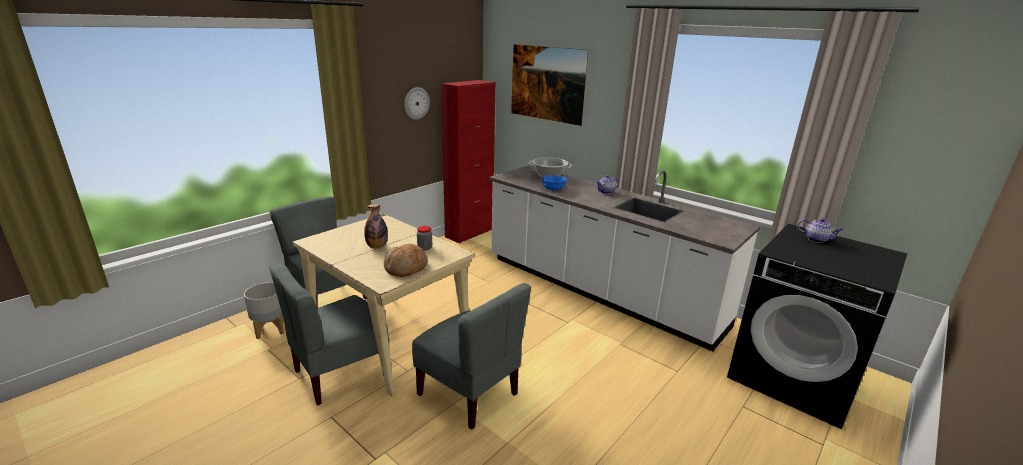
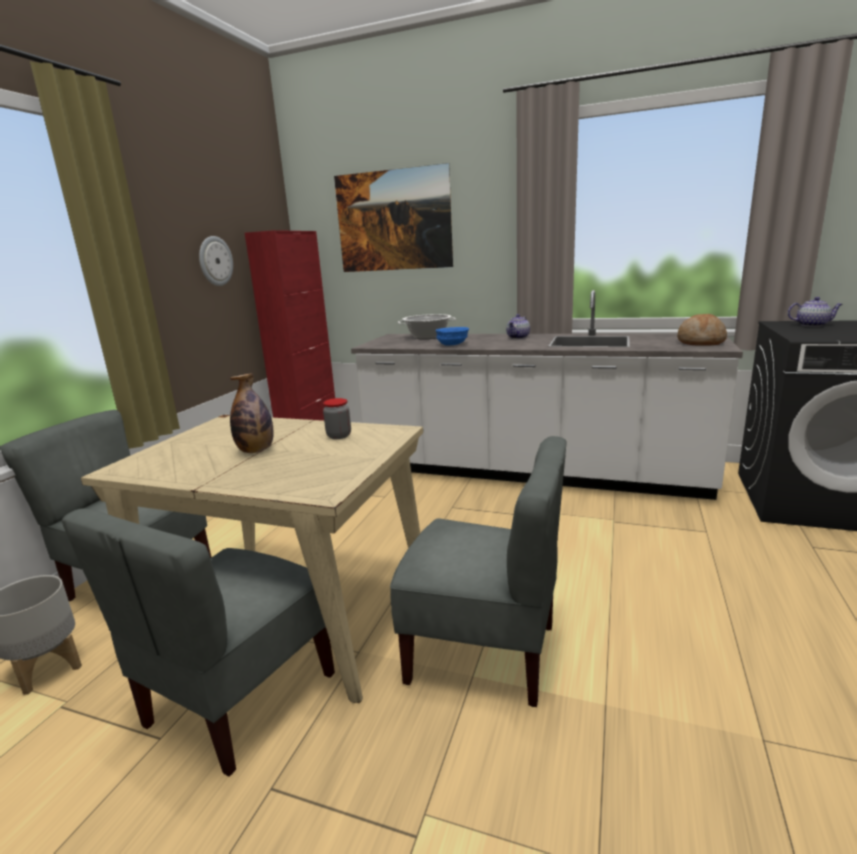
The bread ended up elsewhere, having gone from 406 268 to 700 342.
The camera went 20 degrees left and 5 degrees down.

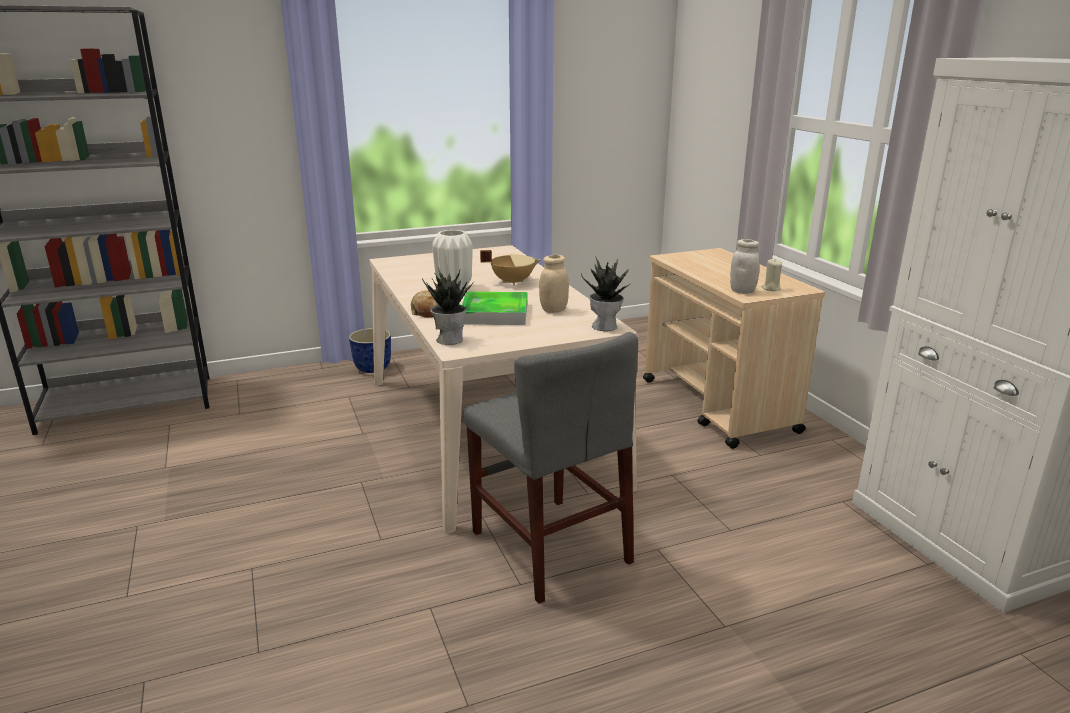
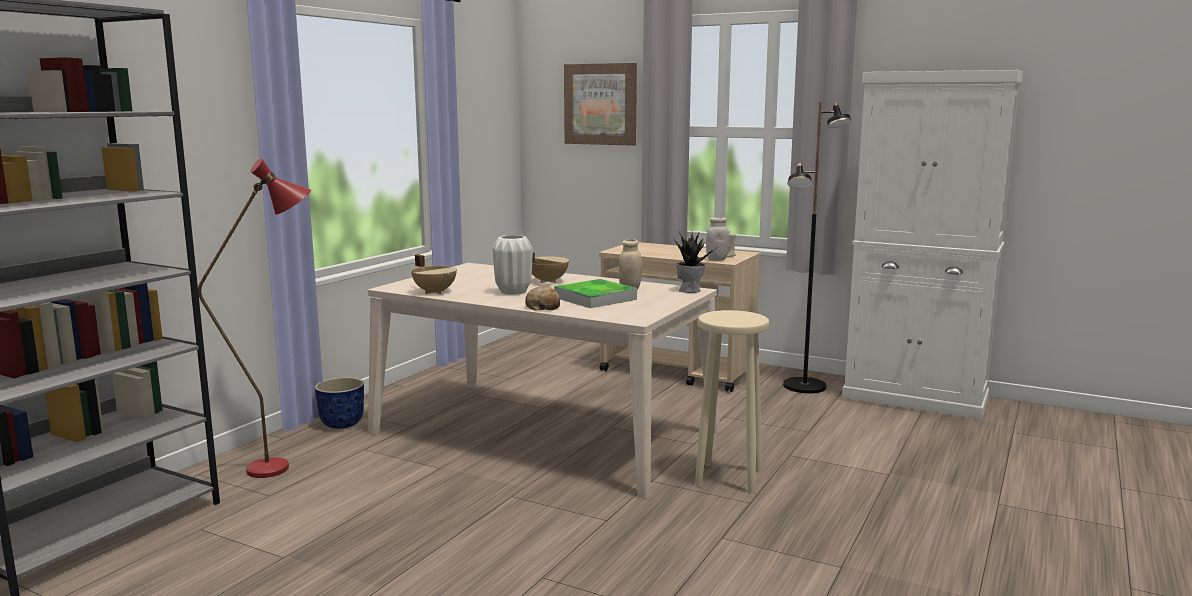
The second view lost the potted plant at 449 339.
Where the grey chair stood at 550 546, the beige stool came to stand at 728 478.
The second view gained the picture at 601 104.
The second view gained the black floor lamp at 805 387.
The second view gained the red floor lamp at 283 466.
The second view gained the beige cooking pot at 435 292.
The camera went 40 degrees left and 10 degrees down.

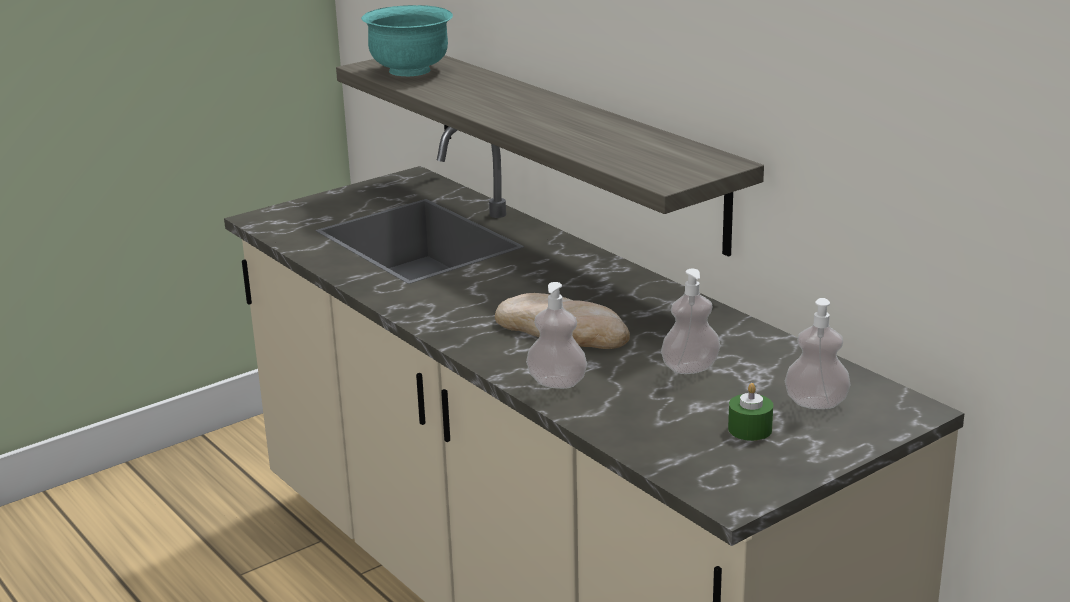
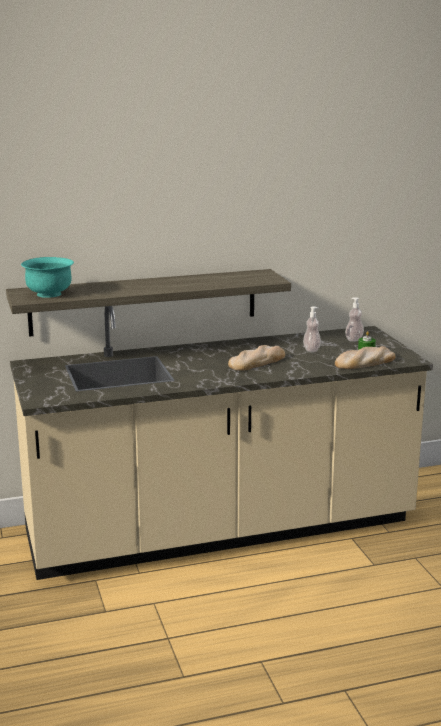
The second view lost the soap dispenser at 557 383.
The second view gained the bread at 365 362.
The camera went 70 degrees left and 5 degrees down.

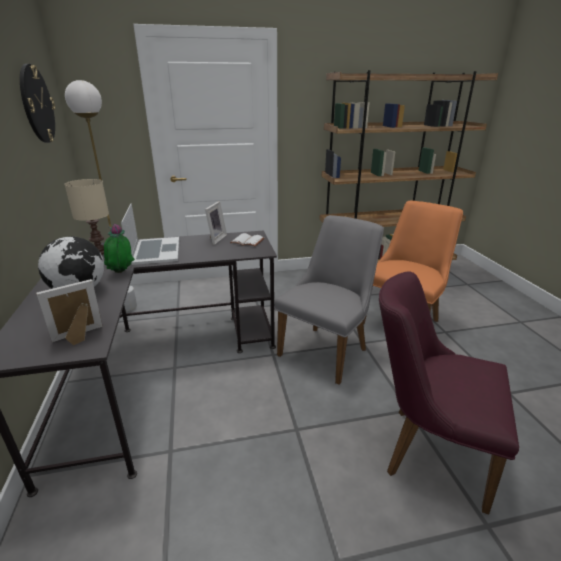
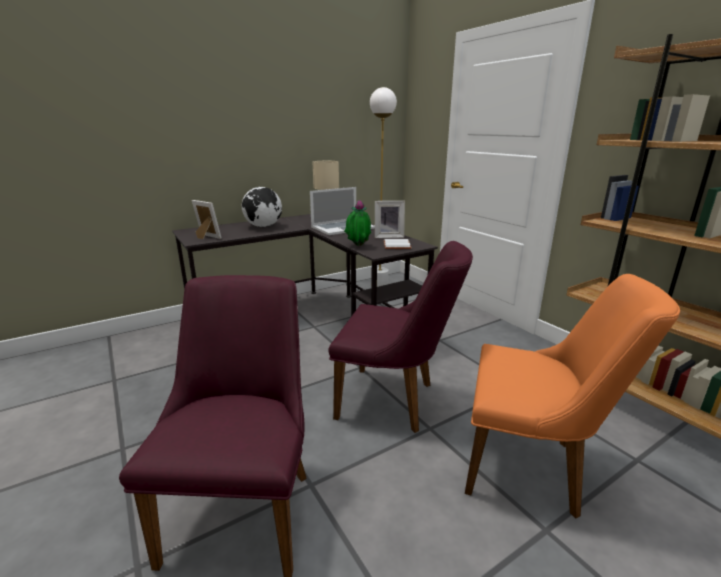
The second view lost the wall clock at 37 104.
What was the grey chair at 328 349 turned into the purple chair at 395 401.
The potted plant ended up elsewhere, having gone from 121 273 to 358 246.
The camera went 70 degrees right and 5 degrees down.

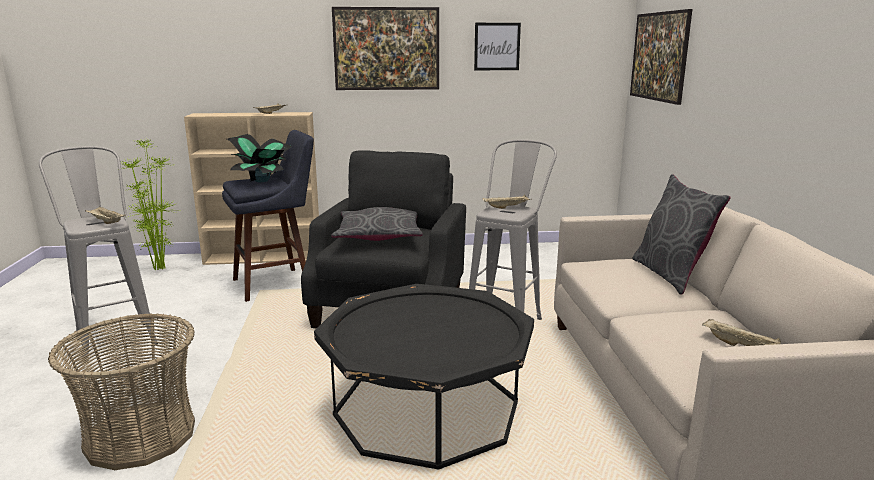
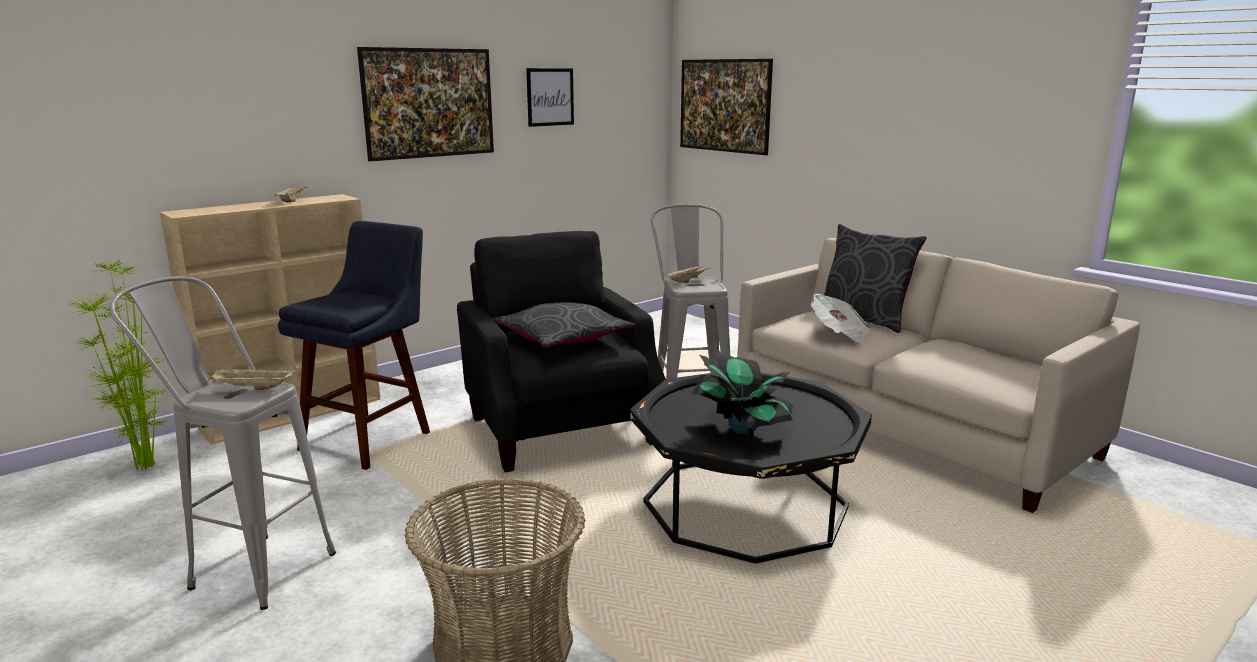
The potted plant ended up elsewhere, having gone from 262 180 to 742 429.
The second view lost the beige tray at 740 345.
The second view gained the newspaper at 840 334.
The camera went 35 degrees left and 0 degrees up.

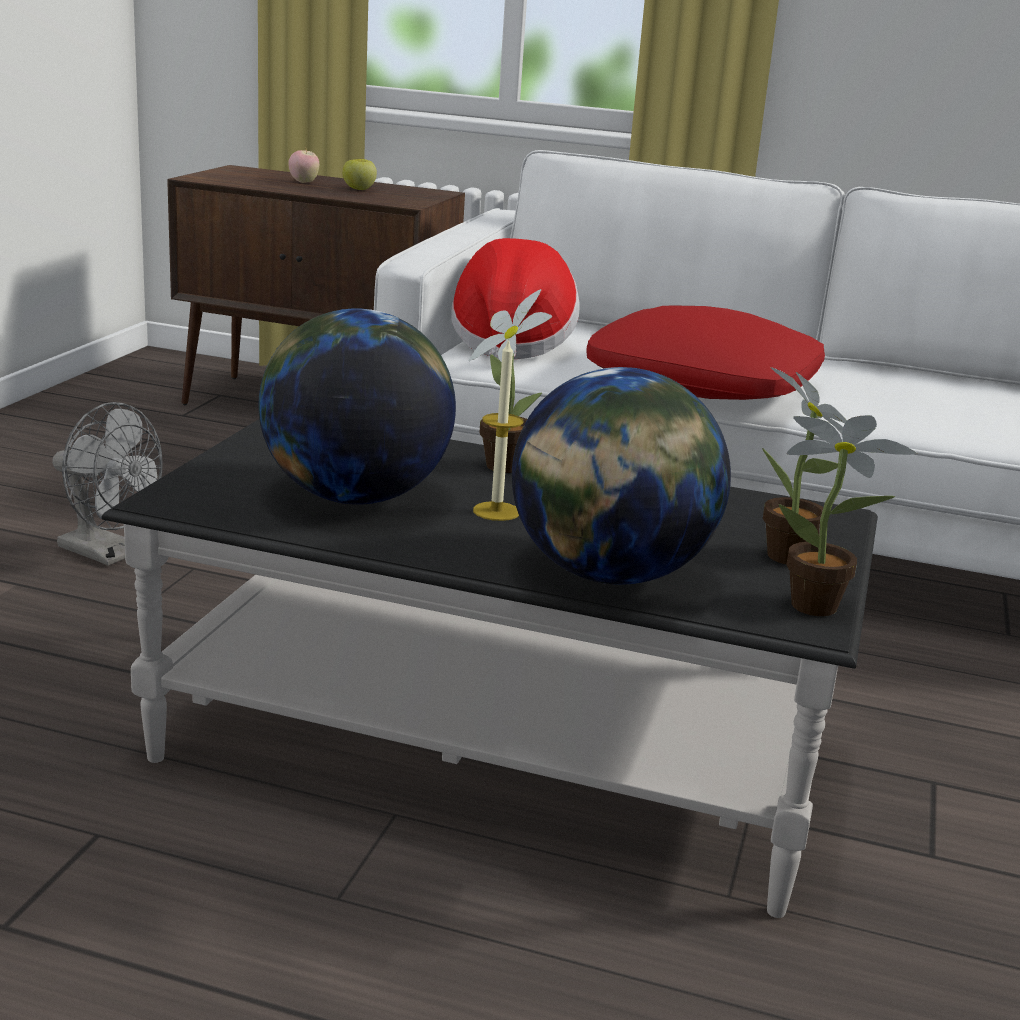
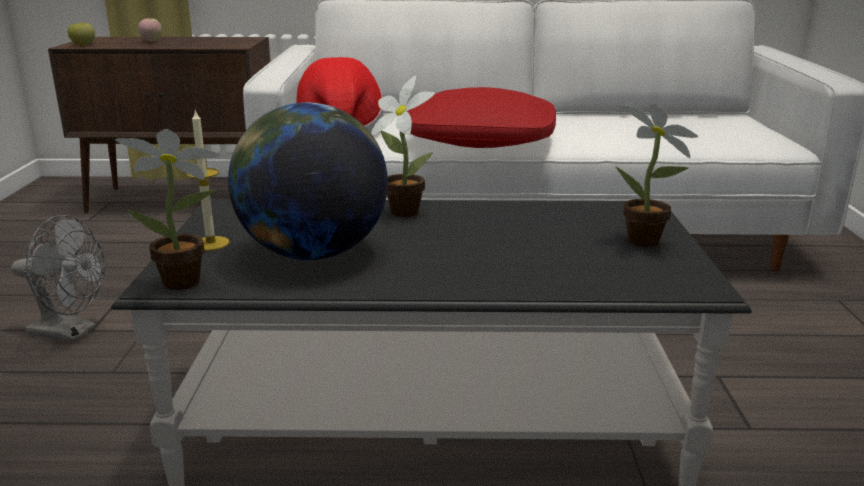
The apple ended up elsewhere, having gone from 359 189 to 83 45.
The candle ended up elsewhere, having gone from 496 511 to 210 243.
The second view lost the globe at 609 574.
The potted plant ended up elsewhere, having gone from 822 608 to 187 283.
The camera went 15 degrees left and 0 degrees up.

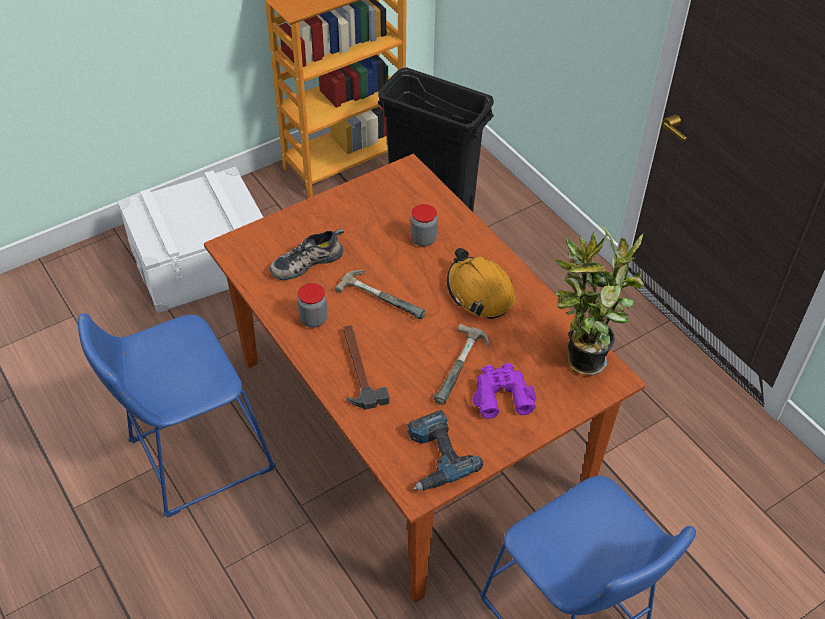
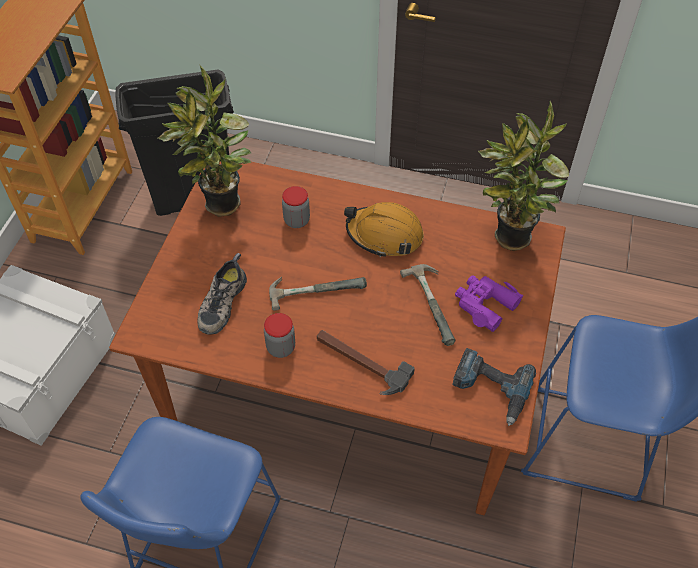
The second view gained the potted plant at 221 207.
The camera went 40 degrees left and 5 degrees up.

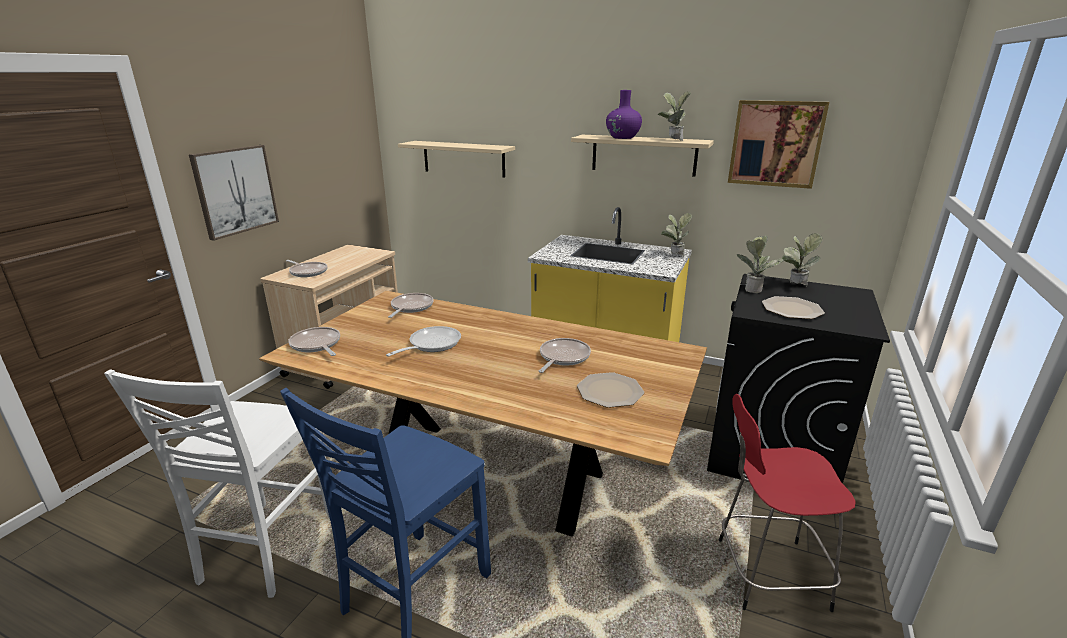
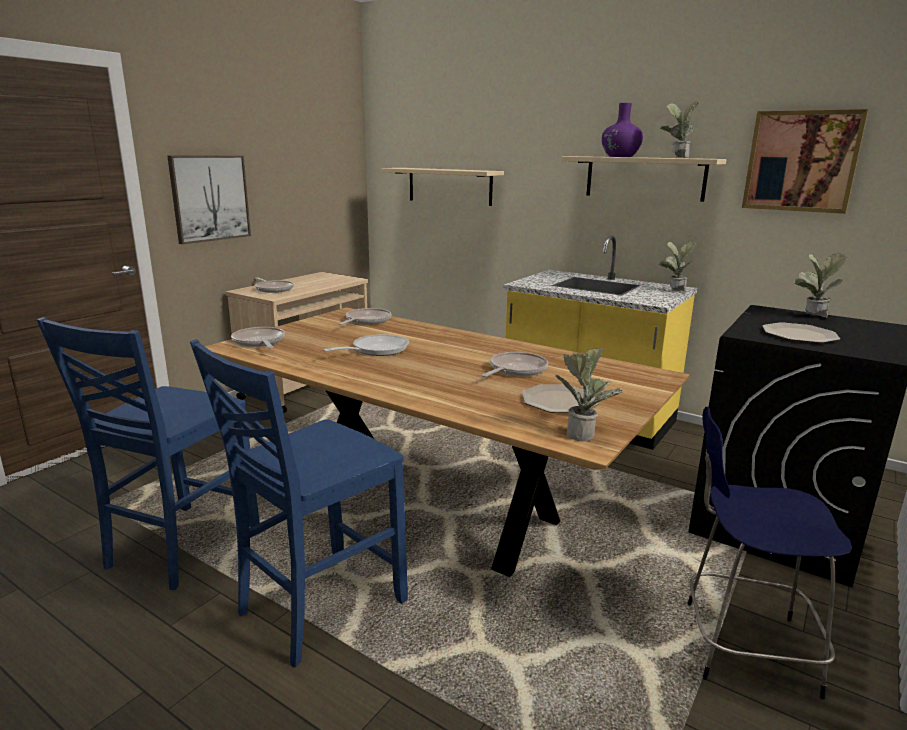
The potted plant ended up elsewhere, having gone from 753 288 to 583 433.
What was the white chair at 266 549 turned into the blue chair at 180 547.
What was the red stool at 767 573 turned into the blue stool at 743 646.
The camera went 10 degrees right and 5 degrees down.

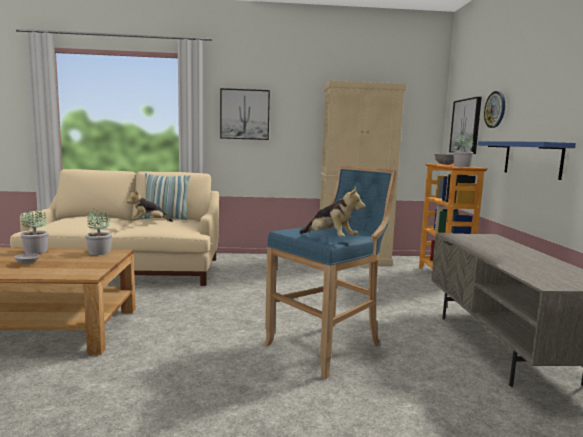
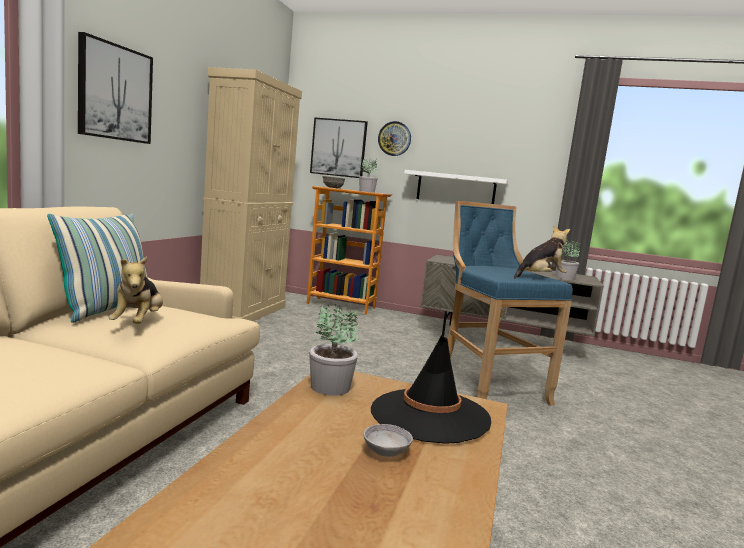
What was the blue shelf at 532 159 turned into the white shelf at 456 189.
The potted plant ended up elsewhere, having gone from 36 251 to 564 278.
The second view gained the black hat at 429 415.
The camera went 70 degrees left and 0 degrees up.

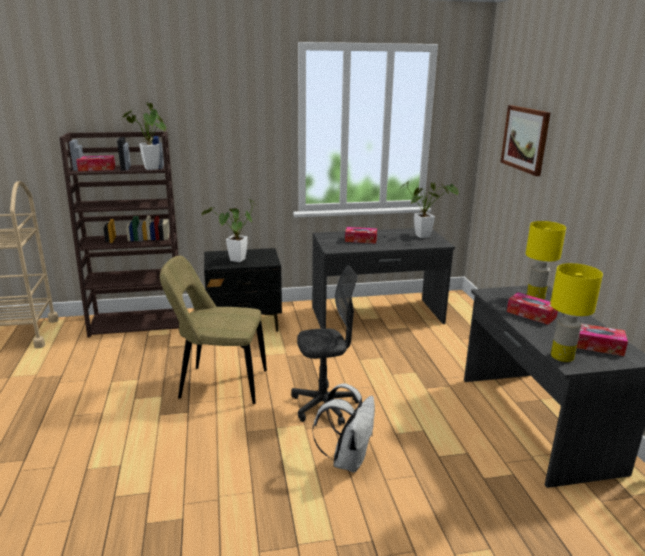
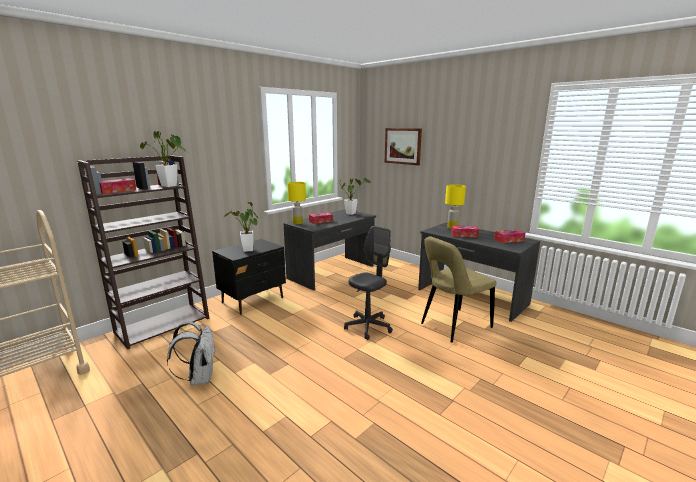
The beige chair ended up elsewhere, having gone from 219 384 to 453 326.
The yellow table lamp ended up elsewhere, having gone from 561 356 to 297 223.
The white backpack ended up elsewhere, having gone from 347 459 to 199 378.
The camera went 35 degrees left and 5 degrees down.

